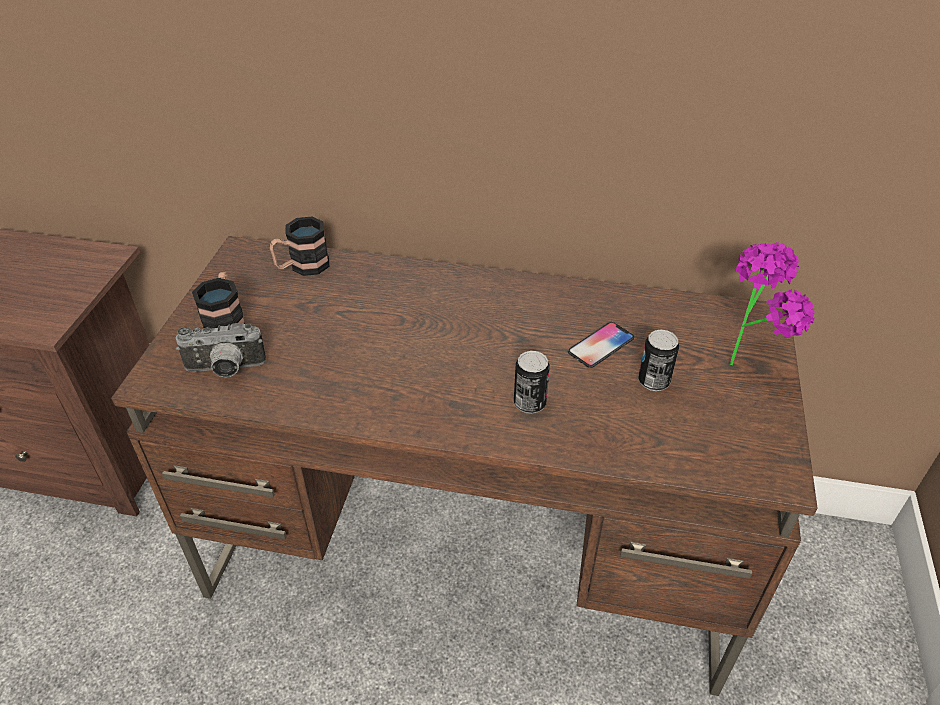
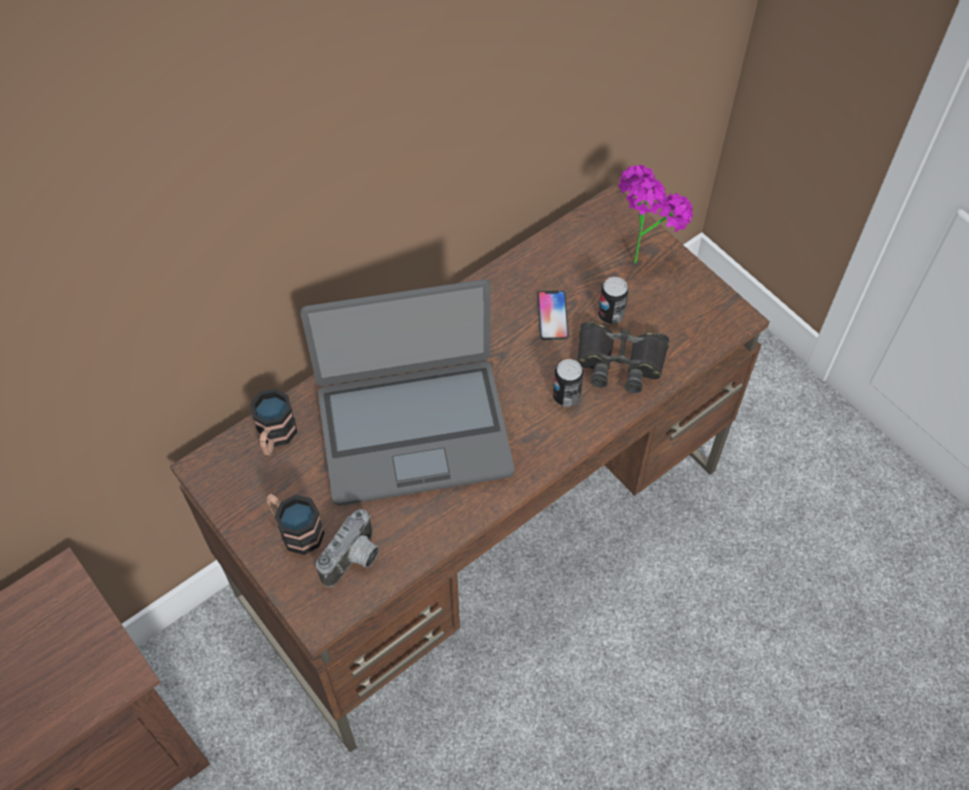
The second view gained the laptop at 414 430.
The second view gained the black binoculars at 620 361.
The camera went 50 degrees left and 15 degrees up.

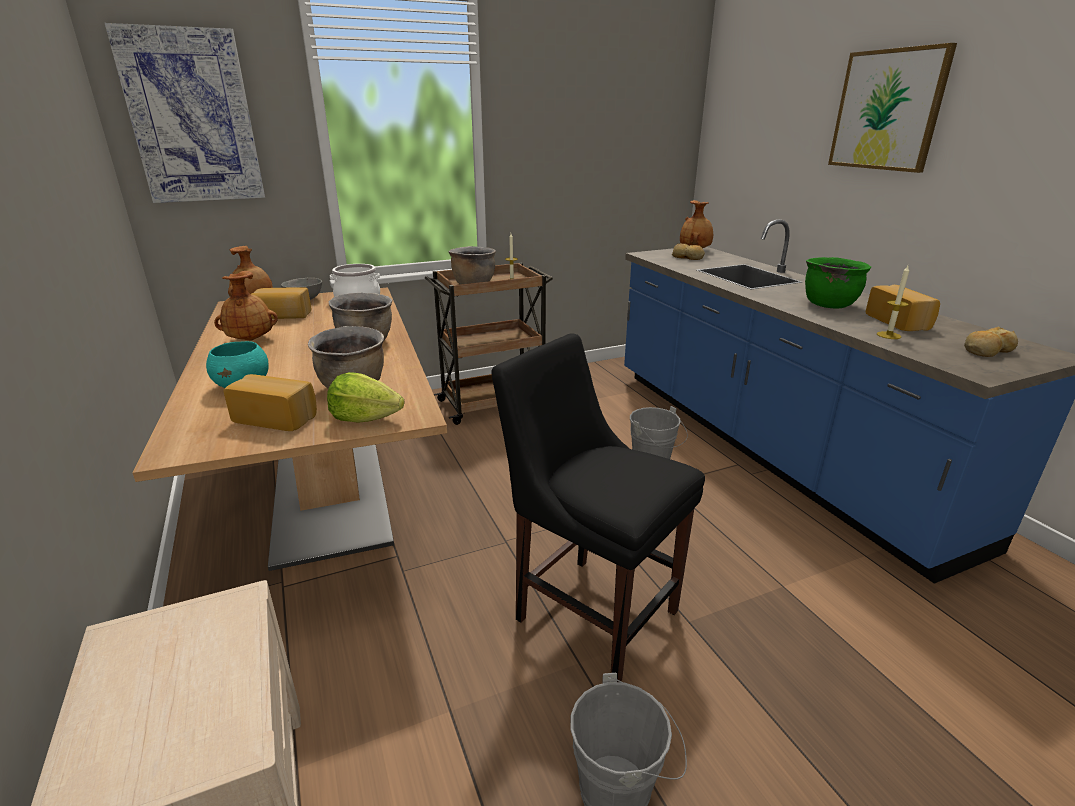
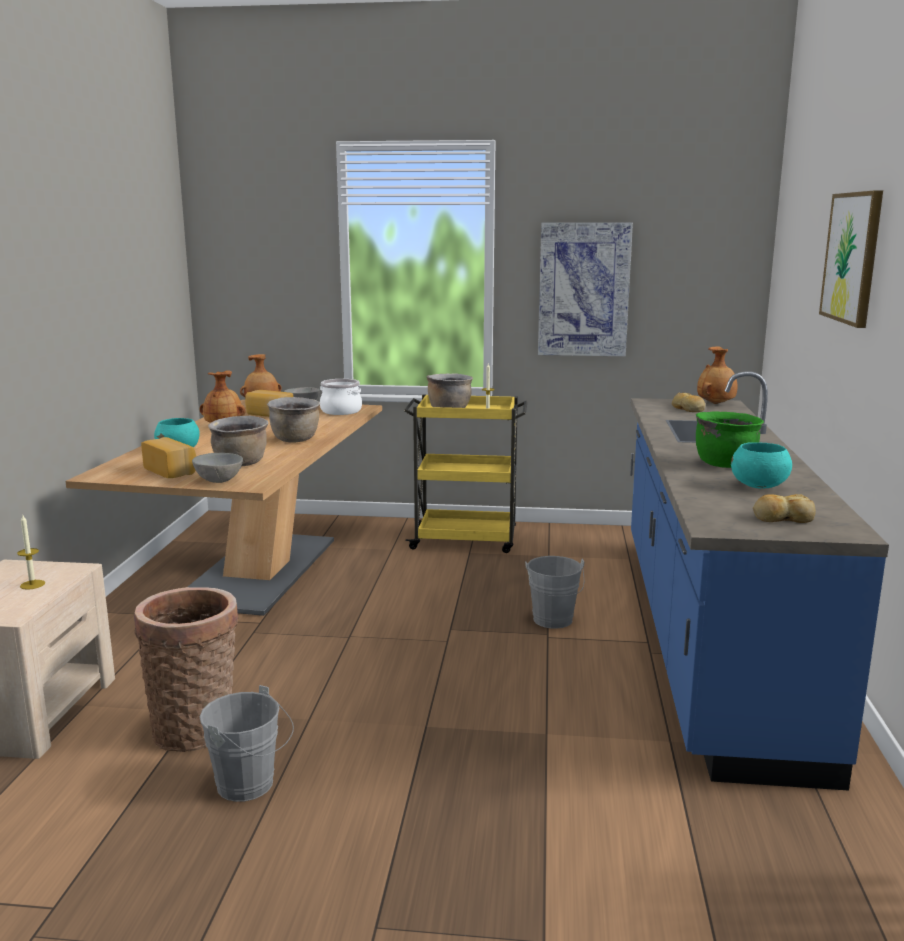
The picture ended up elsewhere, having gone from 192 118 to 583 289.
What was the brown cart at 493 403 turned into the yellow cart at 466 540.
The candle ended up elsewhere, having gone from 888 335 to 32 584.
Where the bread stood at 899 322, the turquoise bowl came to stand at 759 486.
The second view lost the black chair at 590 610.
Where the lettuce stood at 365 418, the grey bowl came to stand at 219 480.
The second view gained the basket at 196 728.
The camera went 30 degrees right and 10 degrees down.

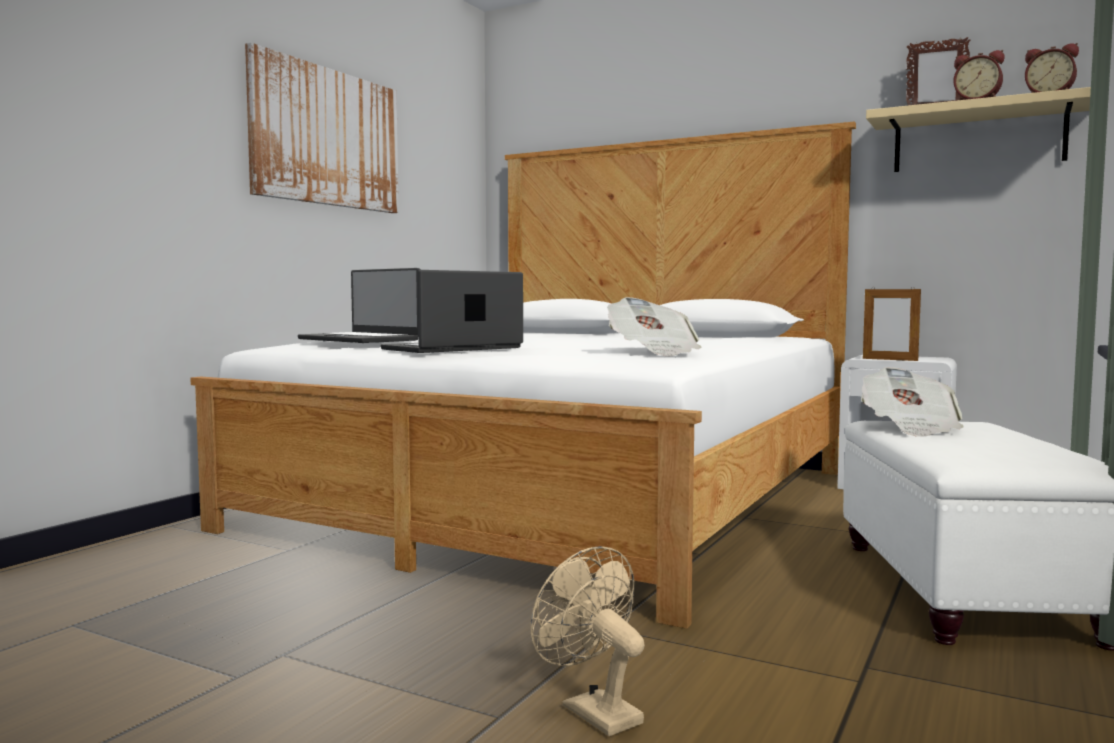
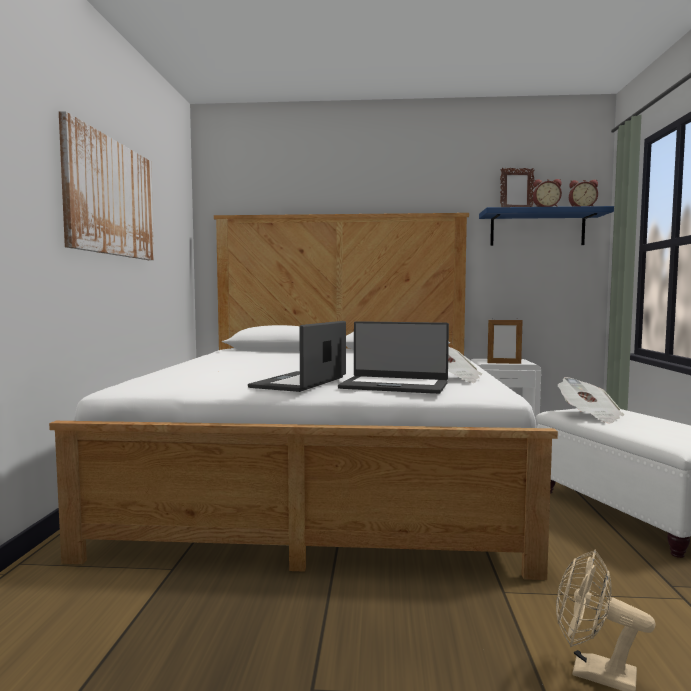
What was the beige shelf at 978 139 turned into the blue shelf at 537 229.
The laptop ended up elsewhere, having gone from 360 339 to 394 386.
The camera went 25 degrees left and 0 degrees up.

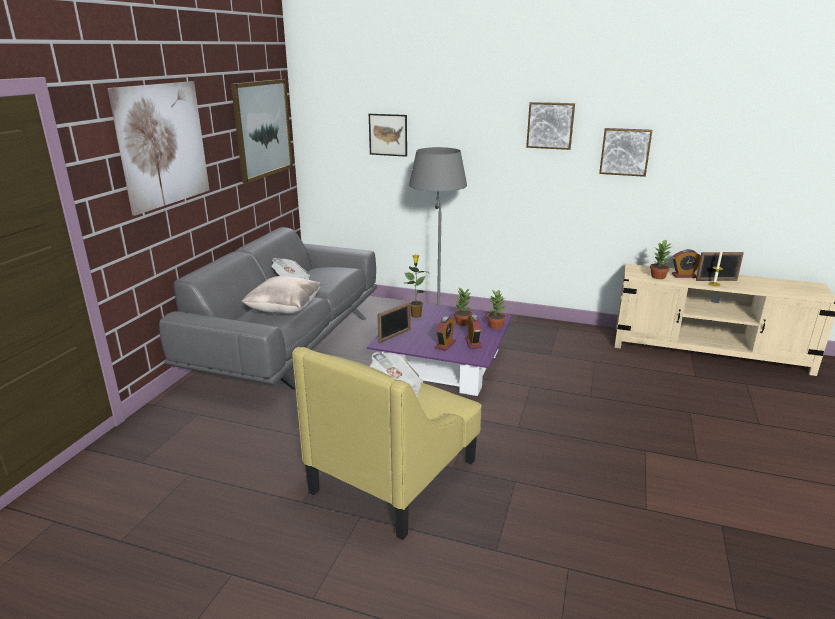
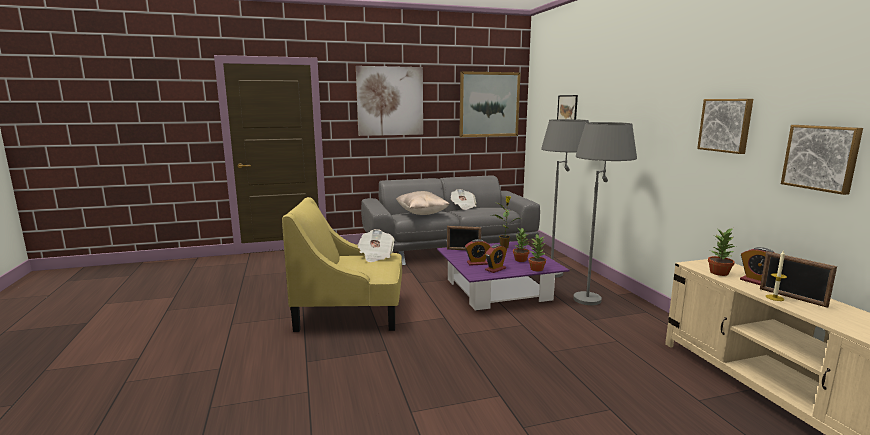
The picture ended up elsewhere, having gone from 550 125 to 821 157.
The second view gained the grey floor lamp at 593 295.
The camera went 55 degrees right and 10 degrees down.

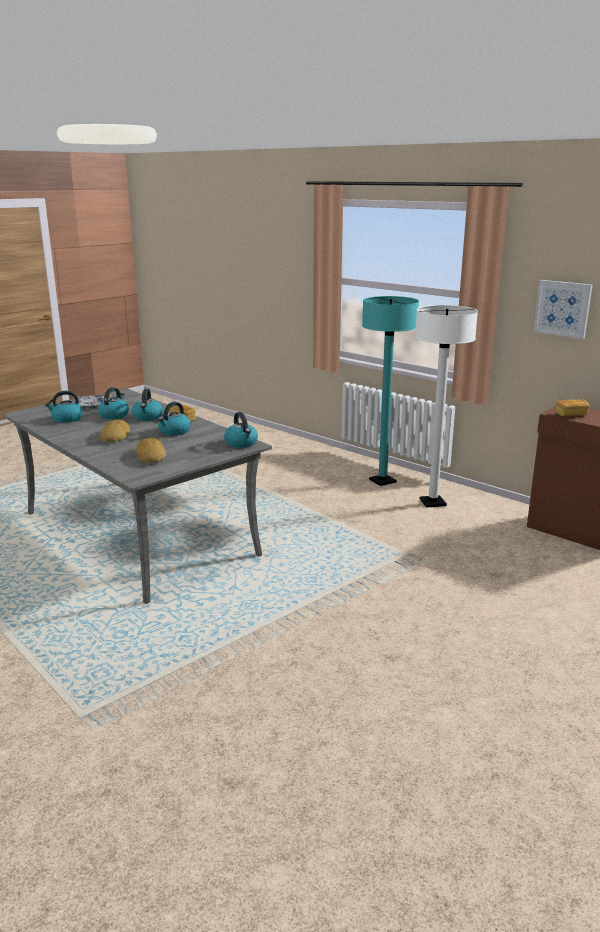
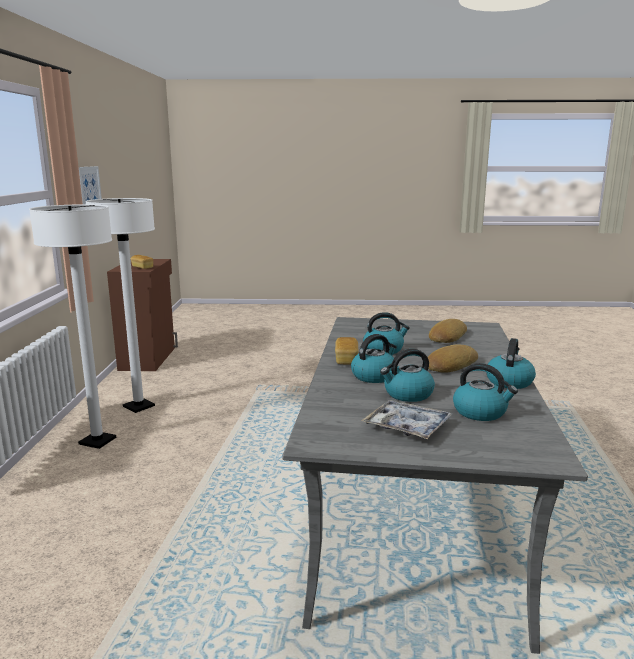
What was the turquoise floor lamp at 382 481 turned into the white floor lamp at 97 441.
The kettle ended up elsewhere, having gone from 241 443 to 509 381.
The camera went 130 degrees left and 5 degrees down.

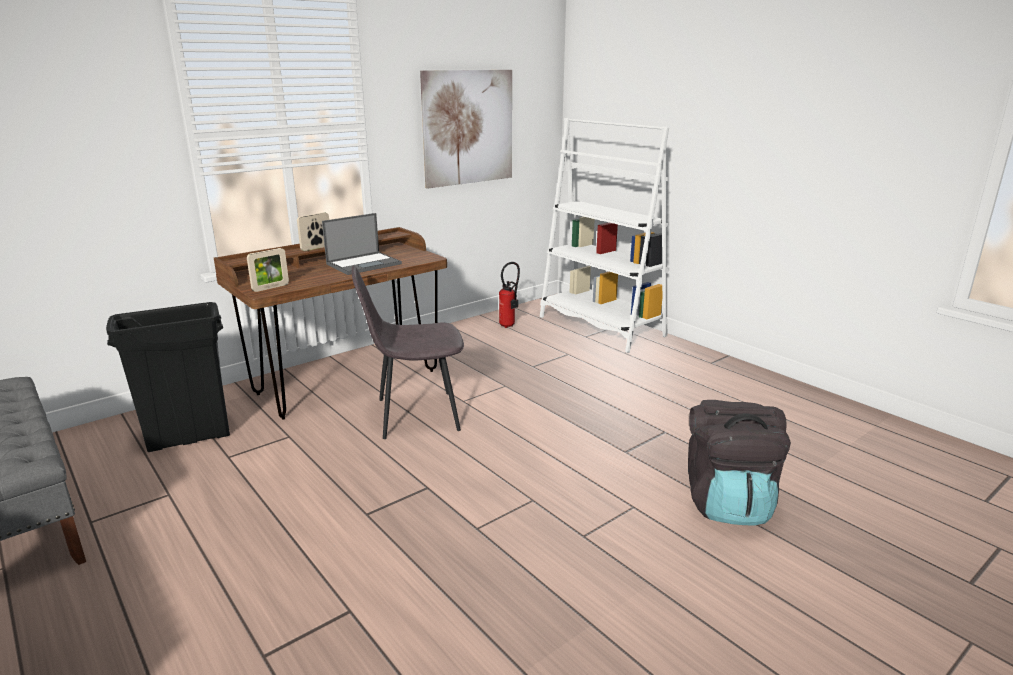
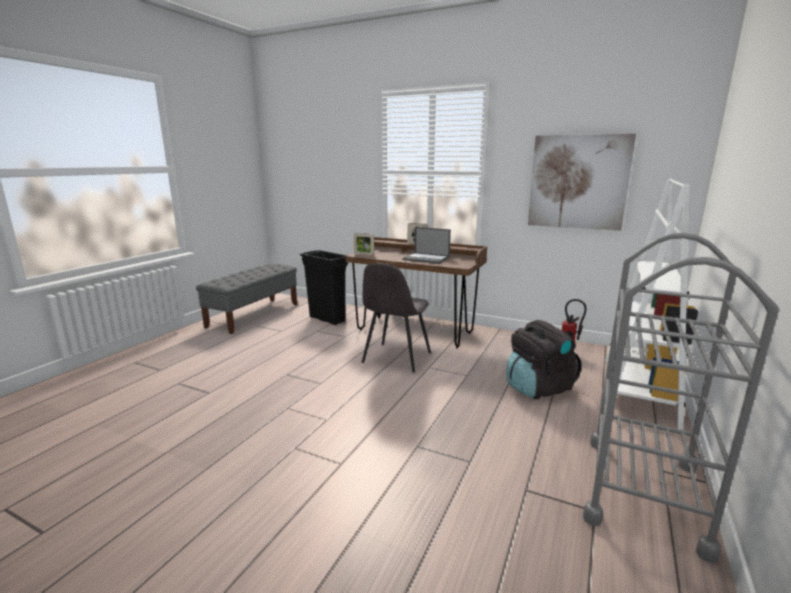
The grey chair at 414 415 ended up facing another way, 120 degrees counterclockwise from before.
The black backpack ended up elsewhere, having gone from 728 502 to 538 388.
The second view gained the grey cart at 643 492.
The camera went 65 degrees right and 5 degrees down.

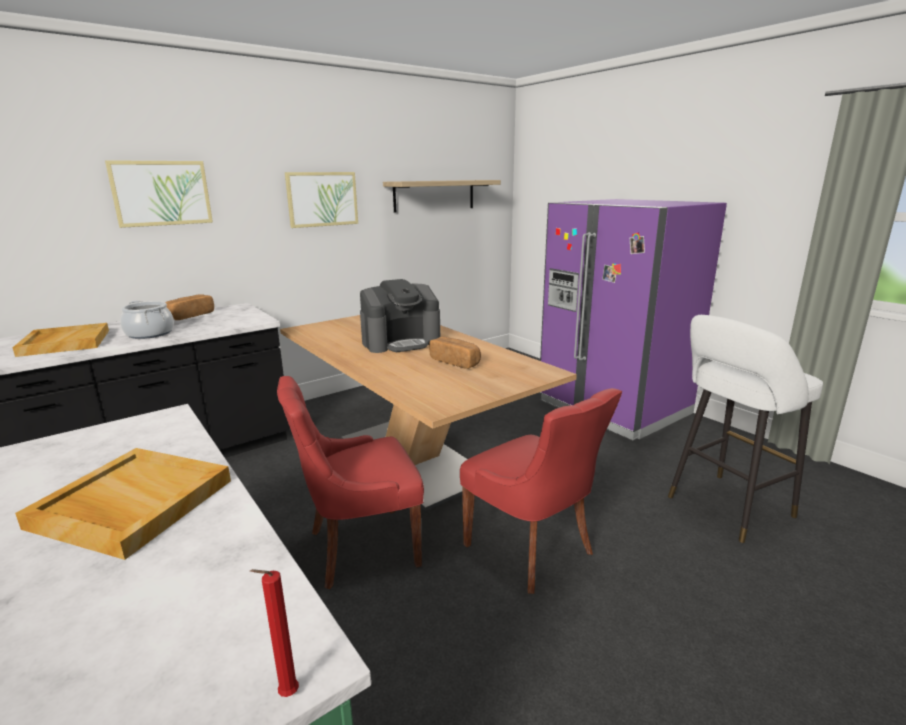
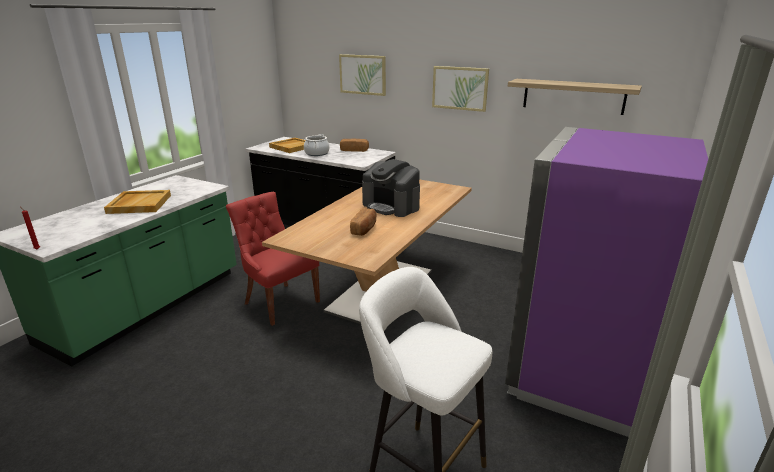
The second view lost the red chair at 531 549.
The camera went 65 degrees right and 5 degrees up.

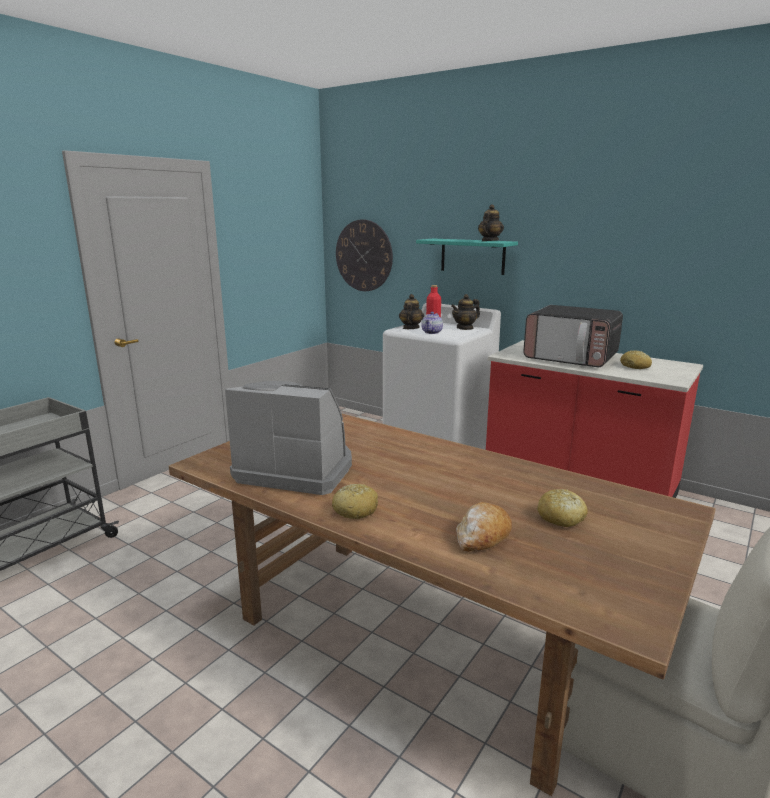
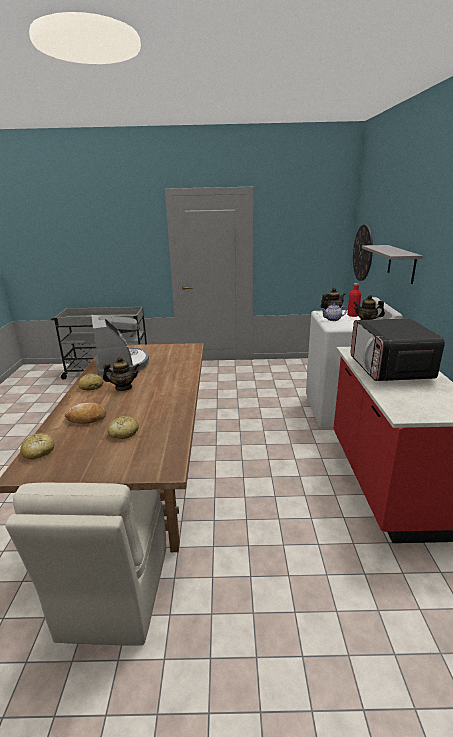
The teapot ended up elsewhere, having gone from 489 241 to 123 388.
What was the turquoise shelf at 472 256 turned into the grey shelf at 401 264.
The bread ended up elsewhere, having gone from 635 366 to 38 452.
The camera went 55 degrees right and 5 degrees up.

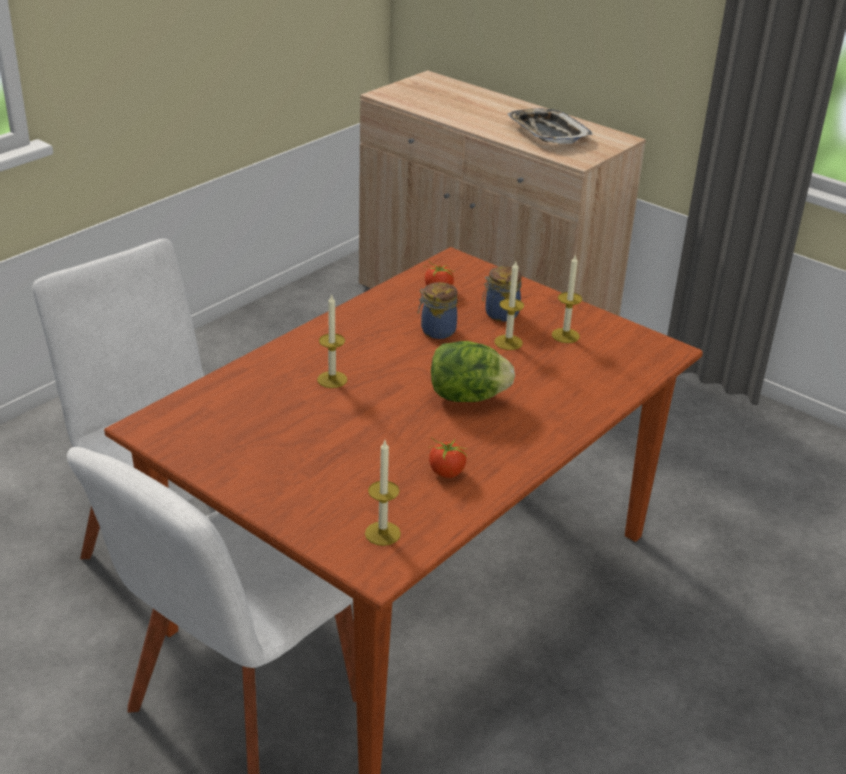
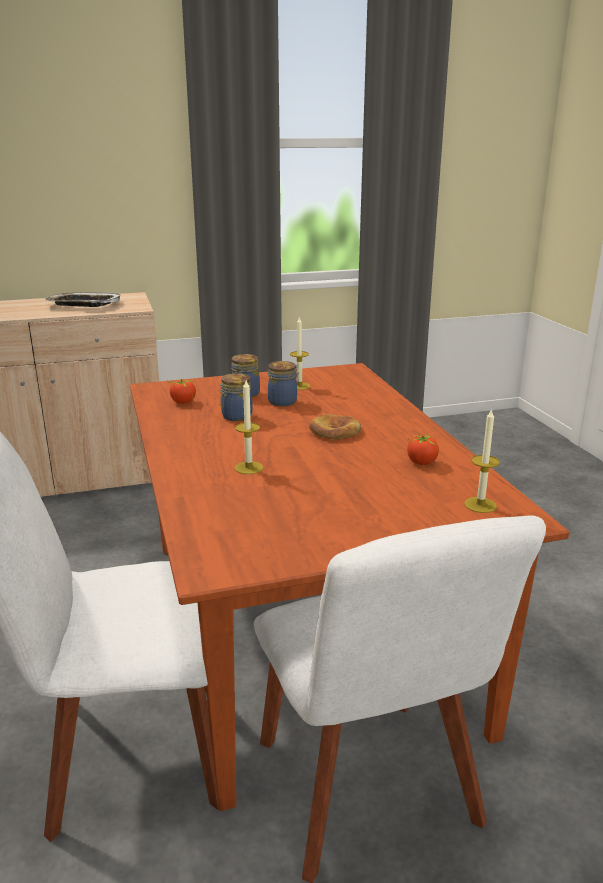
Where the candle stood at 508 342, the jar came to stand at 284 402.
Where the lettuce stood at 467 397, the bread came to stand at 335 431.
The camera went 55 degrees left and 10 degrees down.

